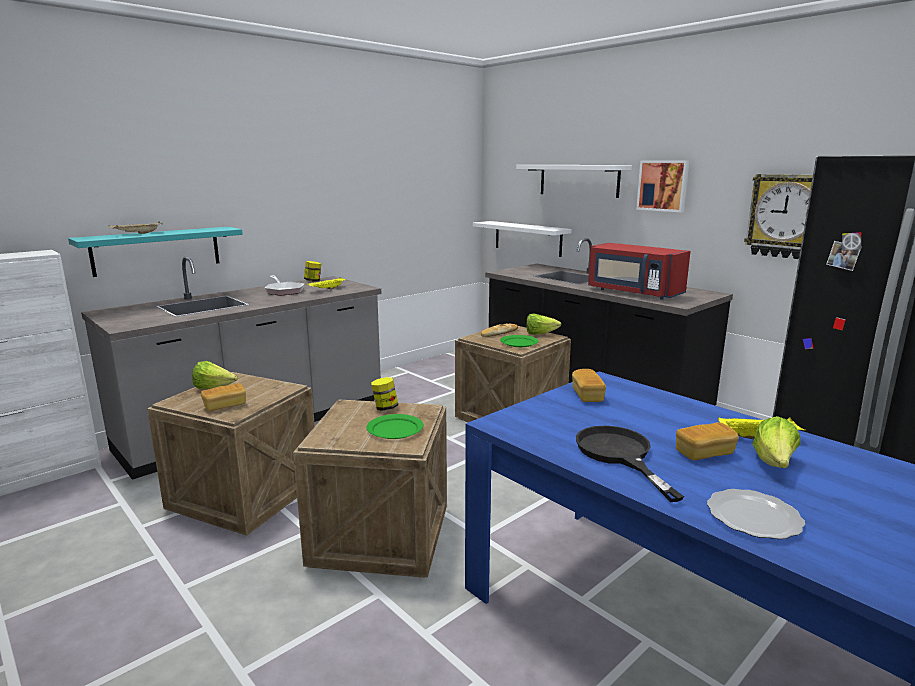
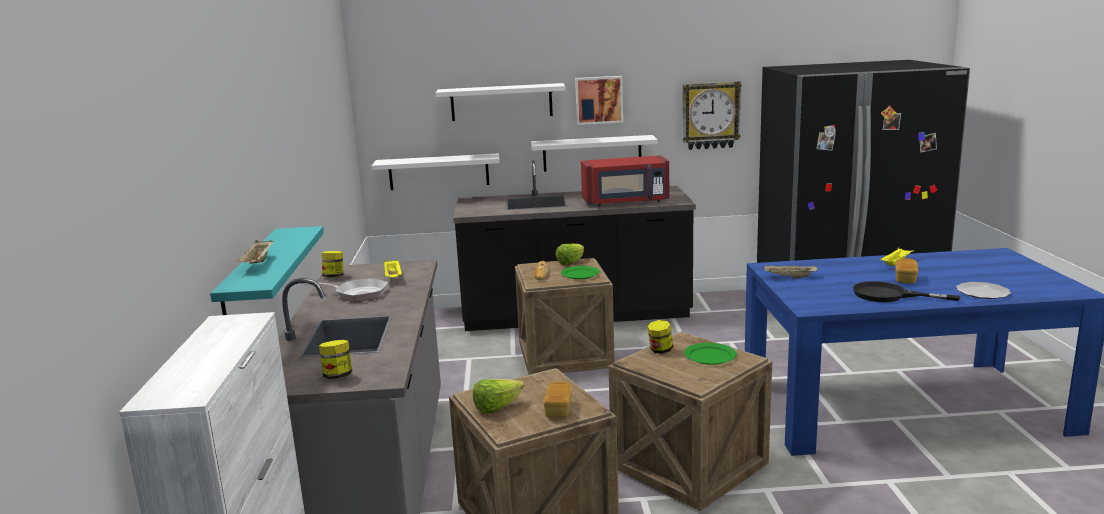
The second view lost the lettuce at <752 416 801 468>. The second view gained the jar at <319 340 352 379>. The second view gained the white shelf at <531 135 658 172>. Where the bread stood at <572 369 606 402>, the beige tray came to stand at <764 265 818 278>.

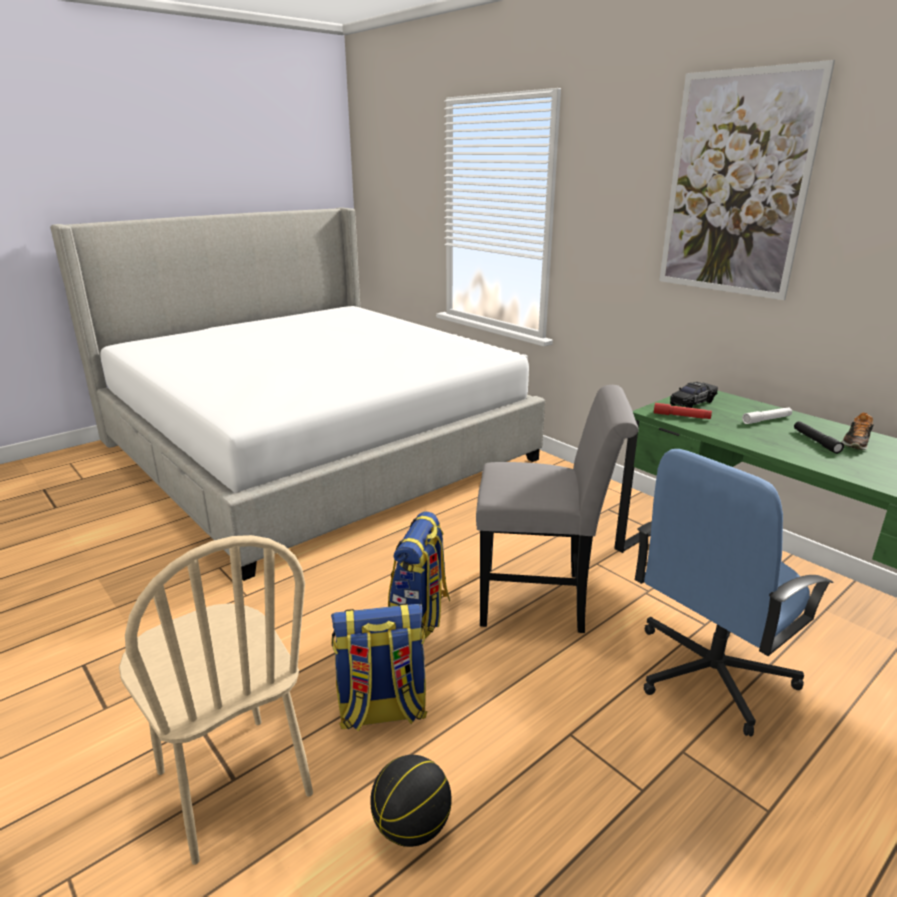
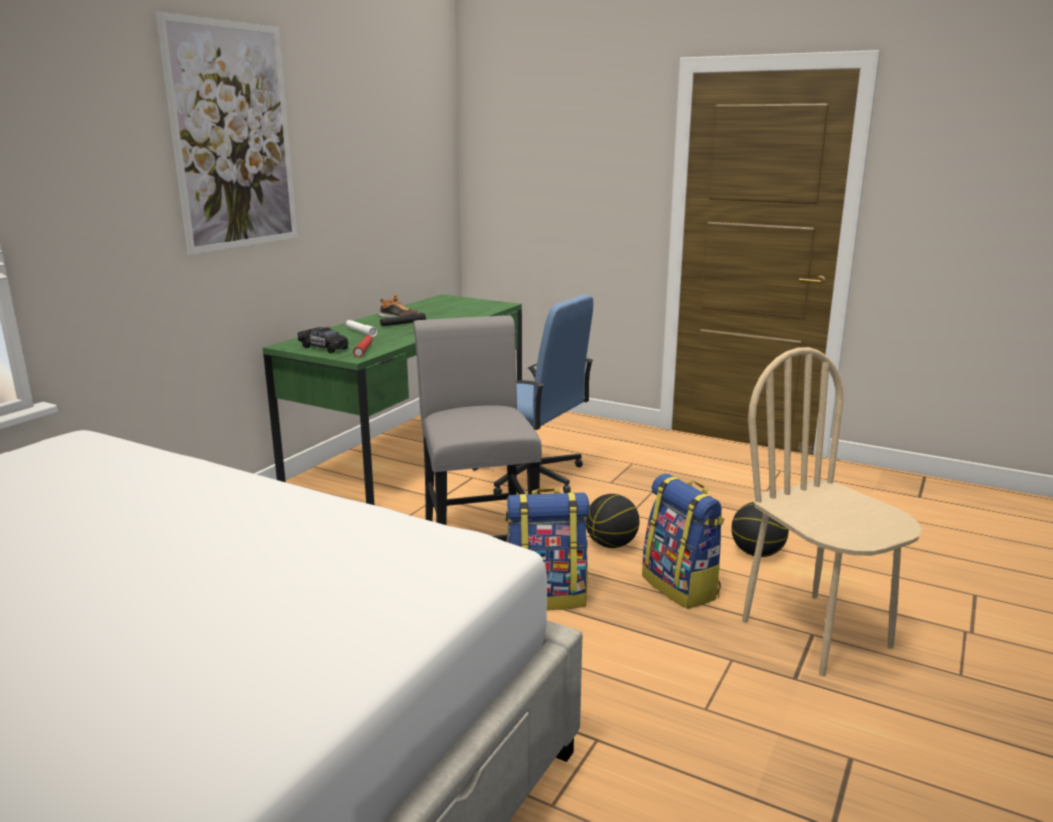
The second view gained the basketball at <585 494 640 548>. The beige chair at <119 535 313 865> ended up facing another way, 60 degrees counterclockwise from before.

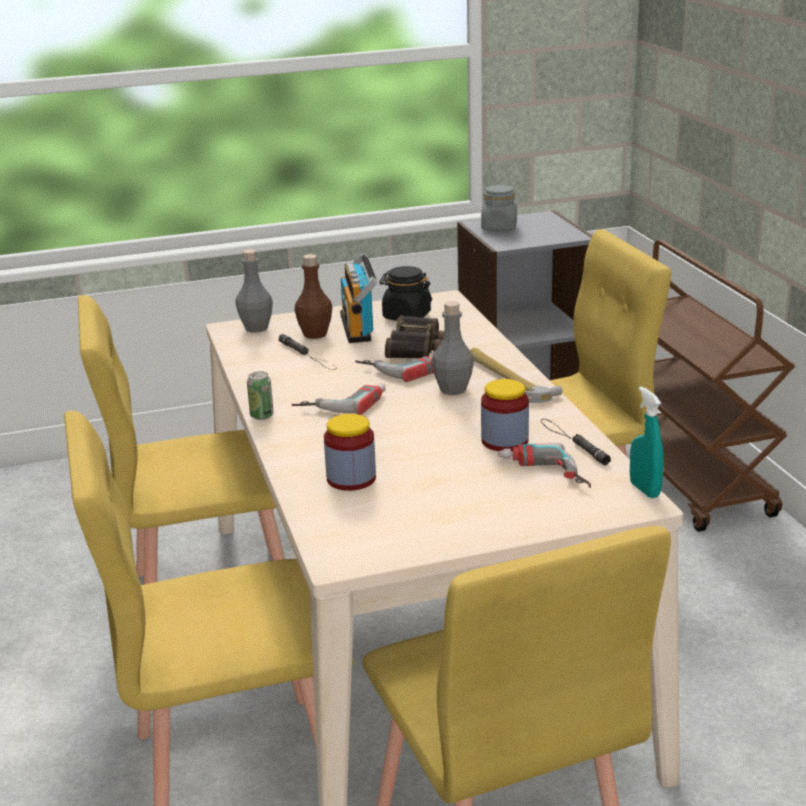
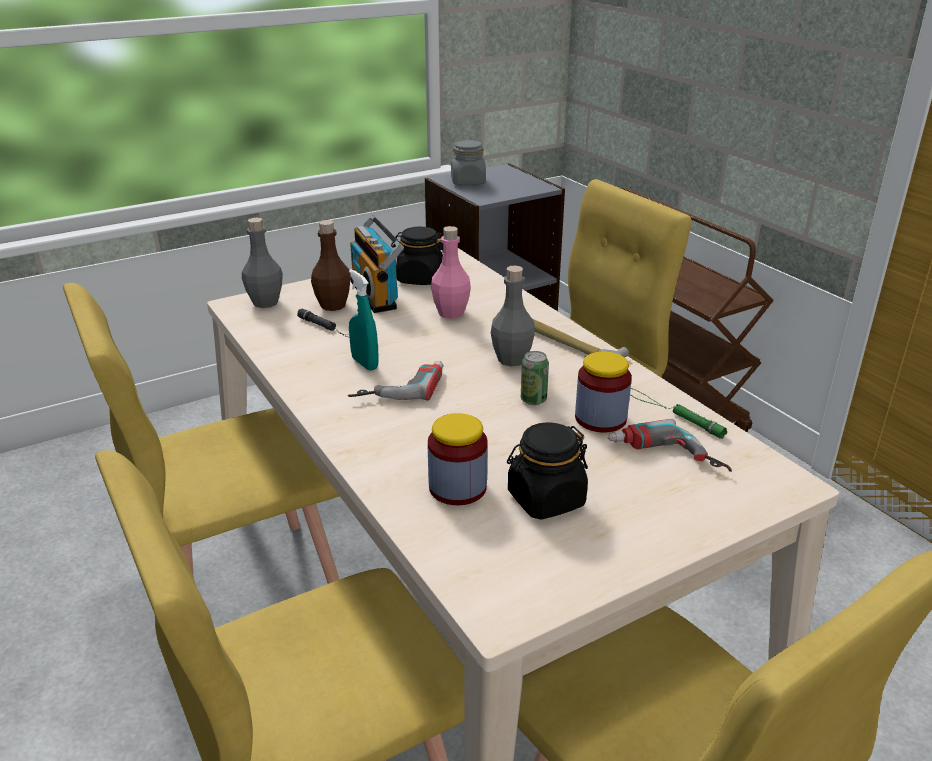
The second view lost the power drill at <355 356 434 382>. The second view gained the black jar at <507 422 588 519>. The can ended up elsewhere, having gone from <247 371 274 420> to <521 351 549 405>. The turquoise spray bottle ended up elsewhere, having gone from <630 386 664 498> to <349 269 379 371>. Where the binoculars stood at <385 315 444 358>, the pink bottle came to stand at <431 226 471 319>. What was the black flashlight at <541 419 611 466> turned into the green flashlight at <630 388 727 439>.

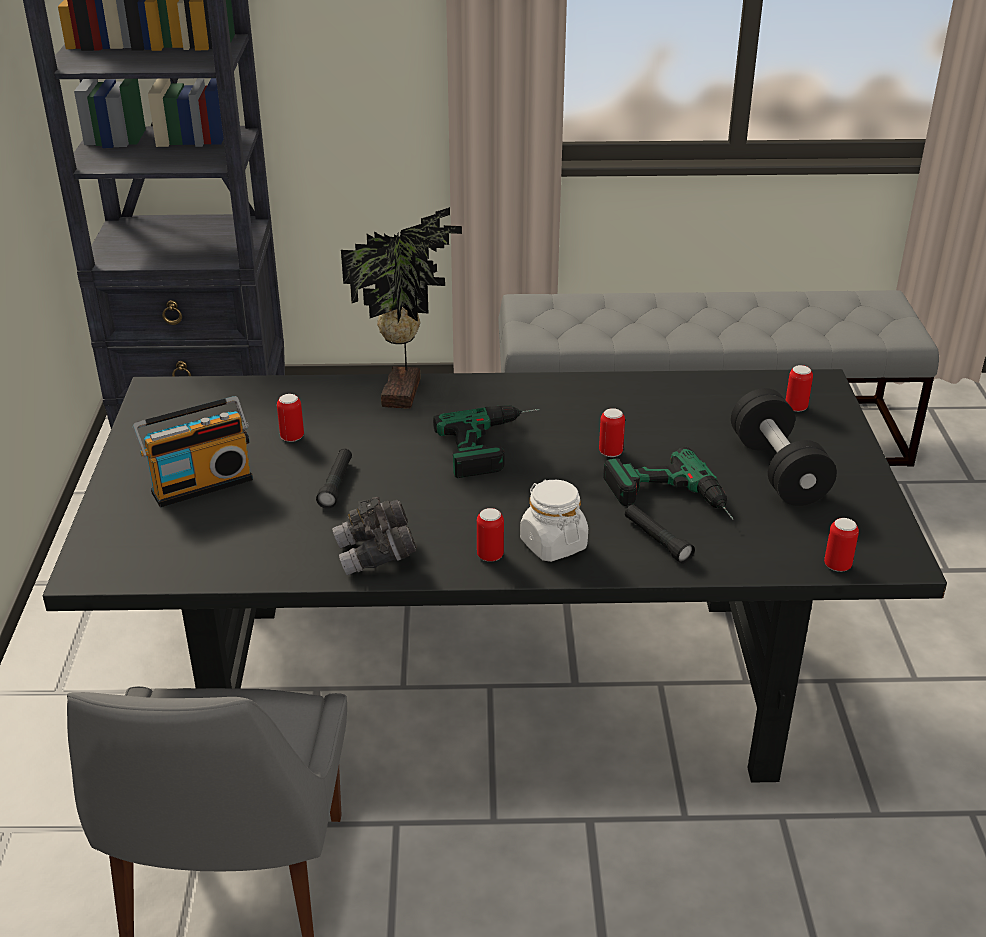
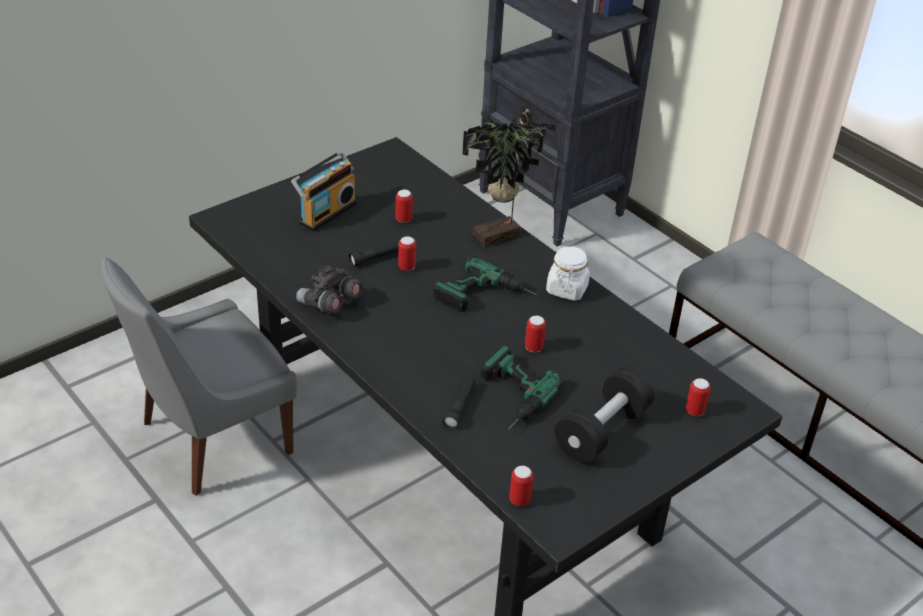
The can ended up elsewhere, having gone from <477 508 504 562> to <398 236 416 271>. The white jar ended up elsewhere, having gone from <520 480 588 562> to <546 246 590 301>. The radio at <133 396 253 507> ended up facing another way, 75 degrees counterclockwise from before.

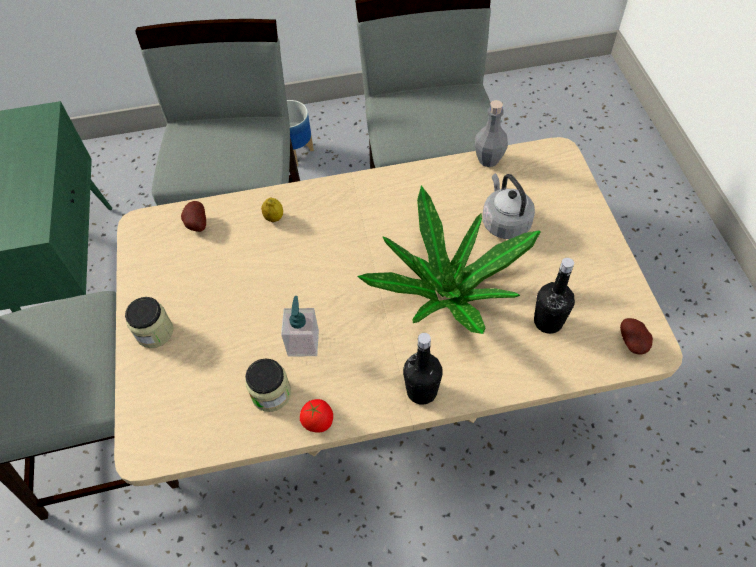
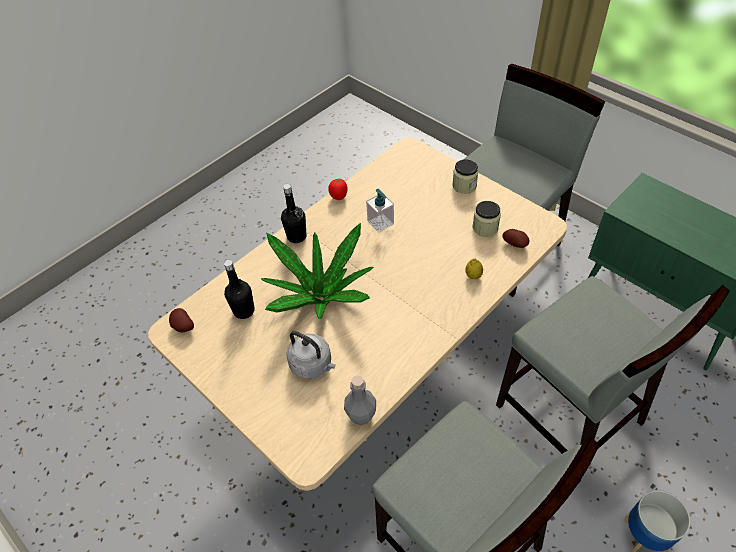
The jar ended up elsewhere, having gone from <245 359 291 412> to <473 201 501 237>.

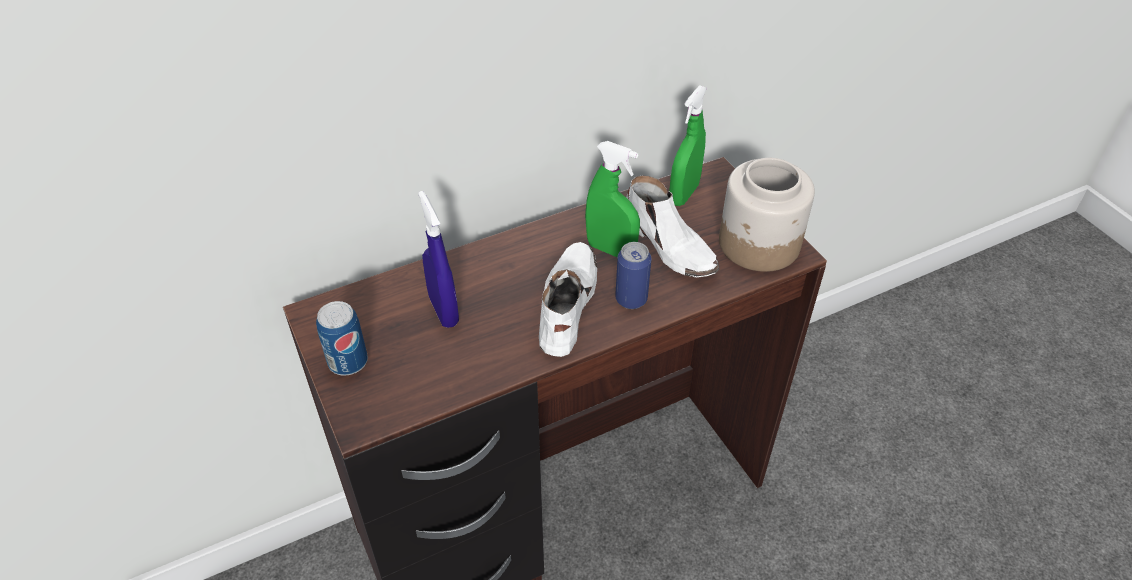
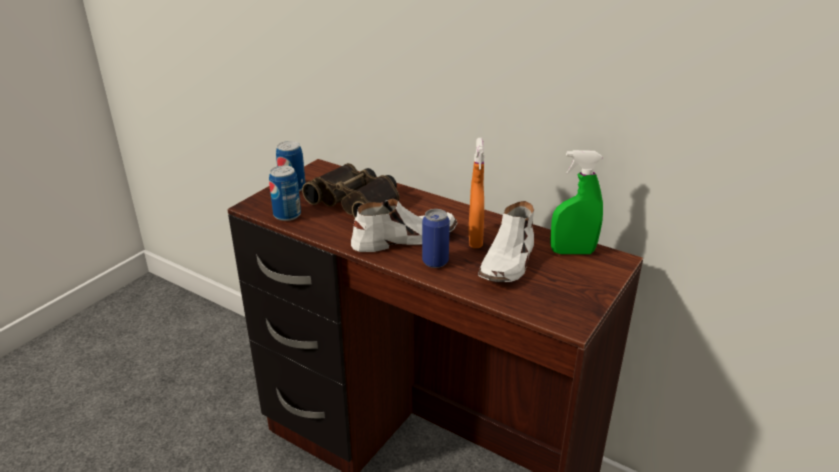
The second view lost the jar at <719 158 815 272>. The second view gained the can at <269 165 301 221>. Where the blue spray bottle stood at <418 191 459 328>, the binoculars came to stand at <302 163 399 218>. What was the green spray bottle at <585 141 640 258> turned into the orange spray bottle at <469 138 484 248>.

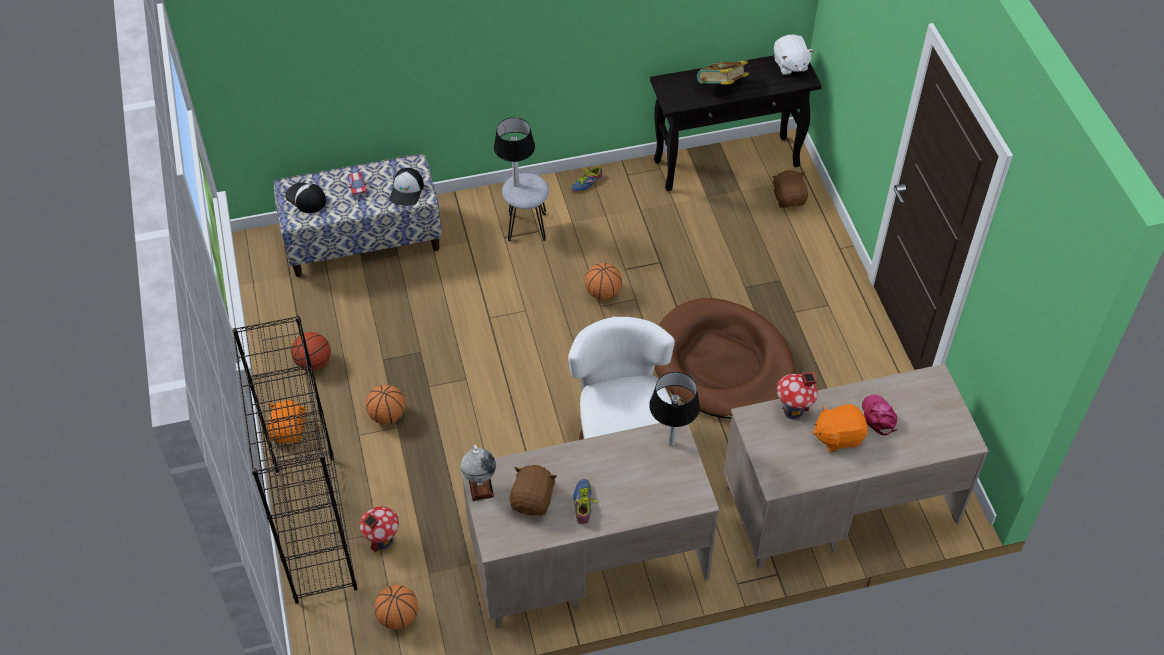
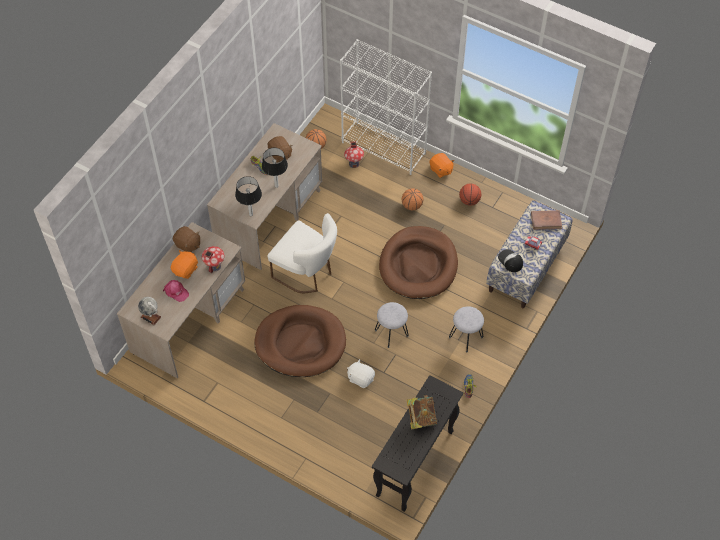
The second view gained the brown dog bed at <379 226 458 299>. The globe ended up elsewhere, having gone from <461 445 496 501> to <138 297 161 325>. The table lamp ended up elsewhere, having gone from <494 117 535 187> to <262 148 288 188>. The brown plush toy ended up elsewhere, having gone from <772 170 808 208> to <173 226 200 252>. The white plush toy ended up elsewhere, having gone from <774 34 814 75> to <347 359 375 388>. Where the cap stood at <285 182 326 213>, the brown book came to stand at <531 210 562 230>. Where the basketball stood at <585 263 622 300>, the grey stool came to stand at <375 302 409 348>. What was the black bookcase at <232 316 358 604> turned into the white bookcase at <340 39 432 175>.

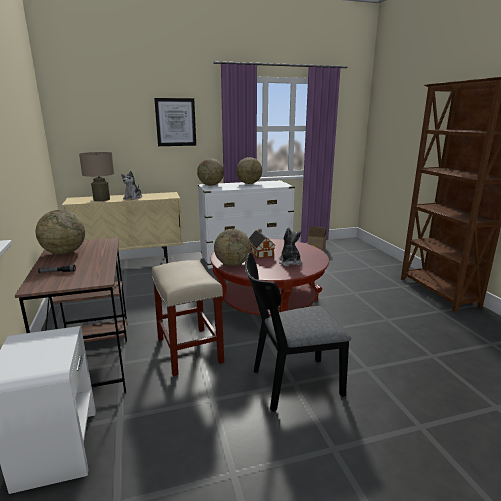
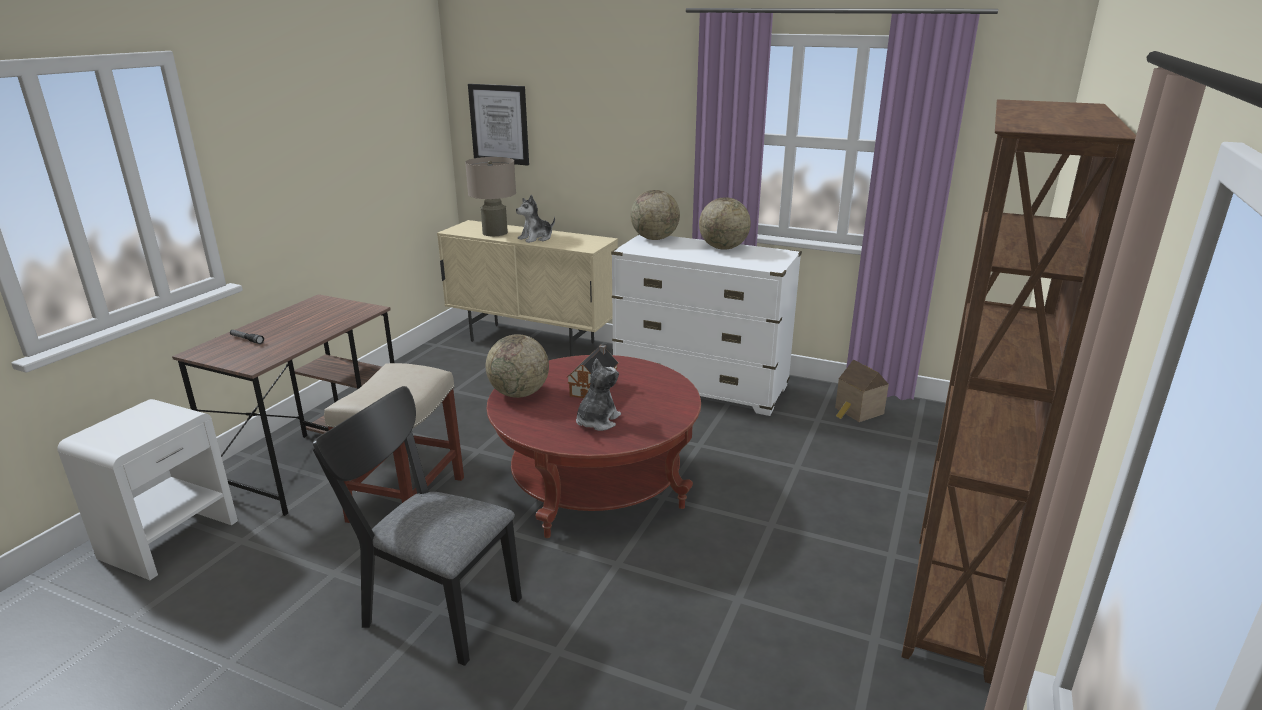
The second view lost the globe at <36 210 85 255>. The picture ended up elsewhere, having gone from <154 98 196 146> to <468 84 529 166>.

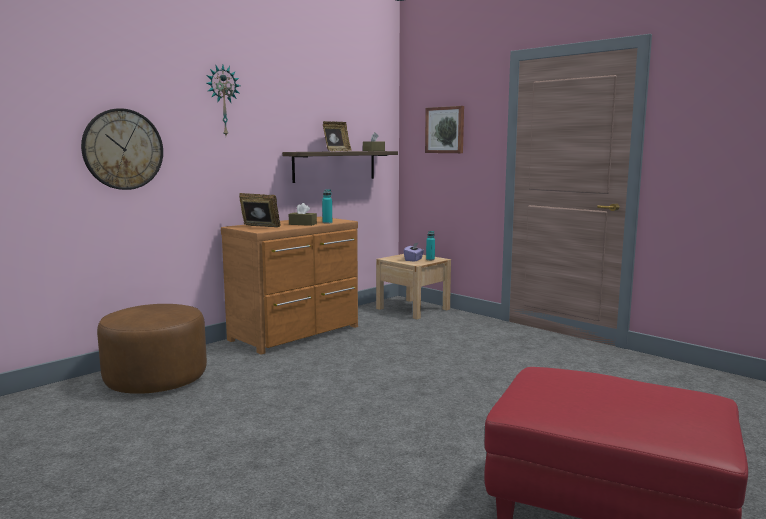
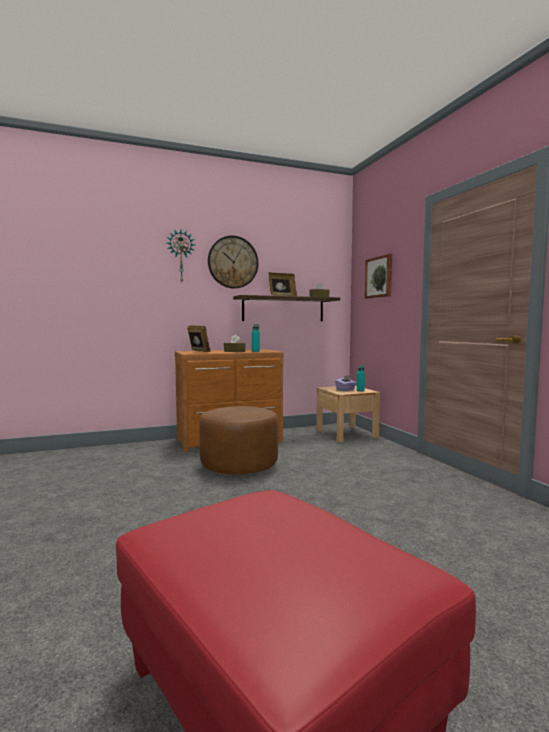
The wall clock ended up elsewhere, having gone from <81 108 163 190> to <208 236 258 289>. The brown ottoman ended up elsewhere, having gone from <97 304 207 394> to <199 406 278 474>.

